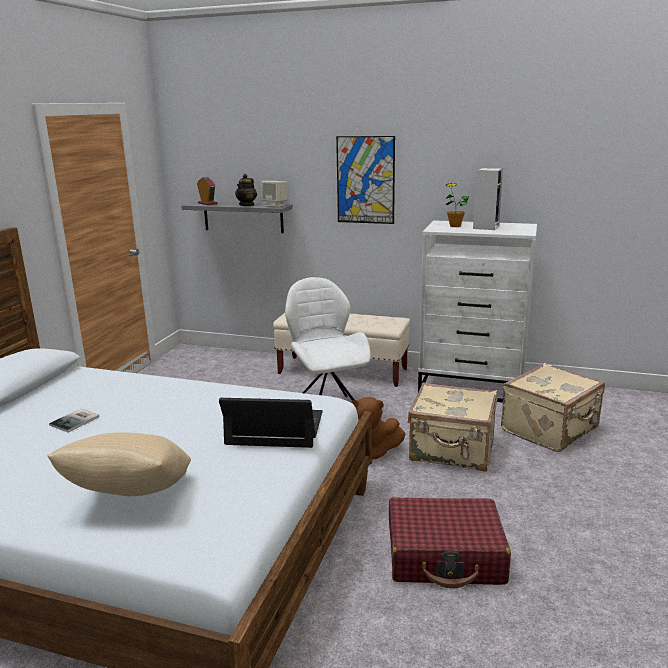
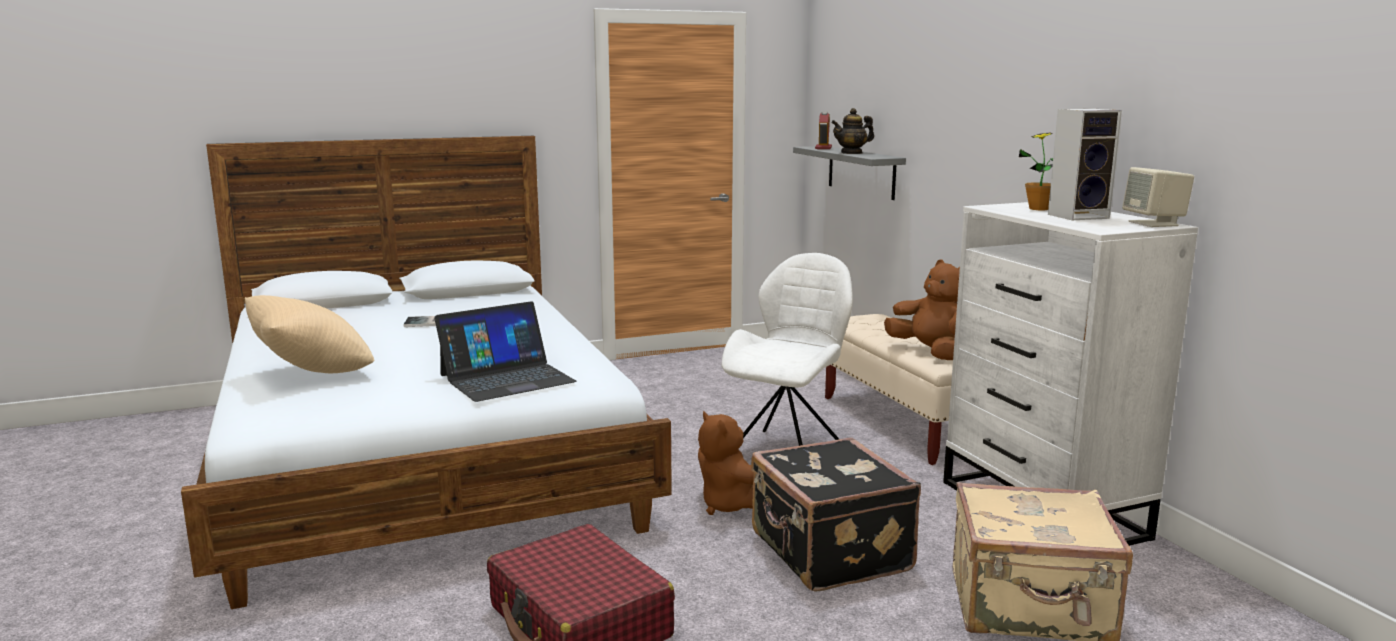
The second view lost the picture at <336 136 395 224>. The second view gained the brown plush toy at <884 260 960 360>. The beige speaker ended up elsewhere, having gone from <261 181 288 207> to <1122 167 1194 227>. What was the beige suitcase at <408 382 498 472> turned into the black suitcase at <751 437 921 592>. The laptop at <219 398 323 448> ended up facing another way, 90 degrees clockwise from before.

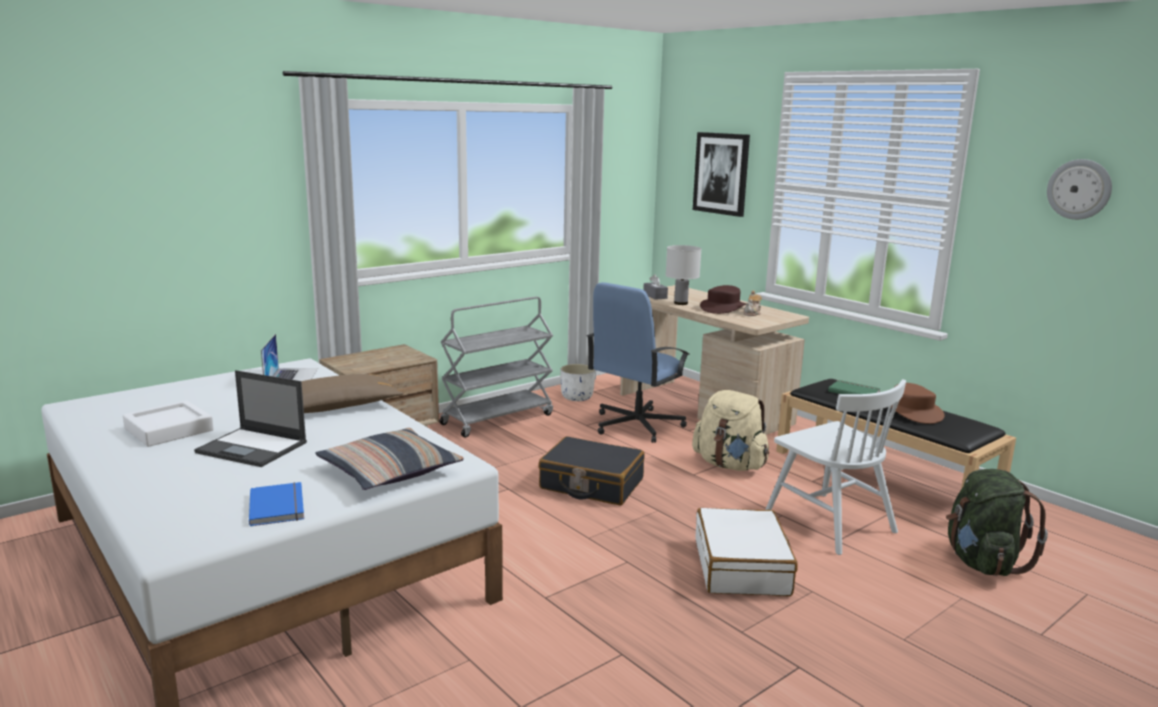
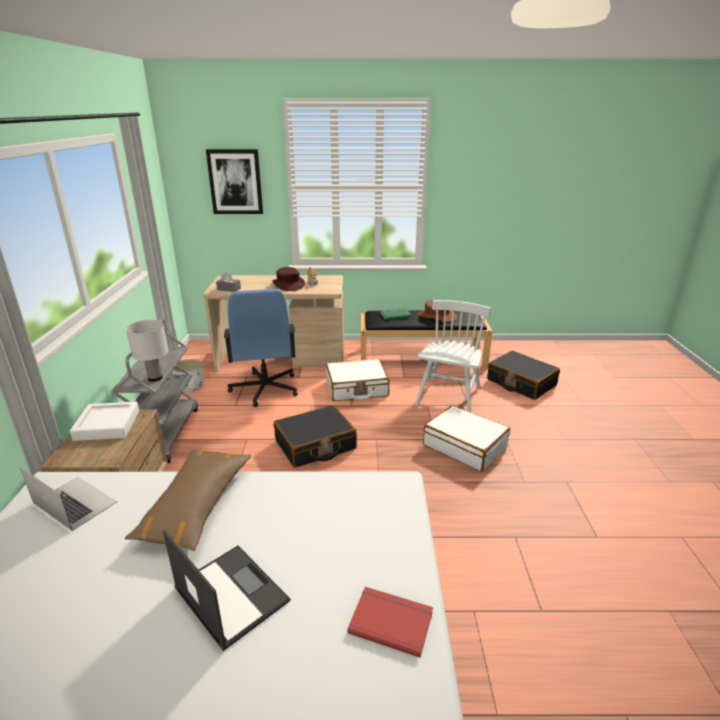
The second view lost the pillow at <315 428 464 490>. The second view lost the wall clock at <1047 159 1112 220>. The white tray ended up elsewhere, having gone from <123 400 214 447> to <70 402 139 441>. The white table lamp ended up elsewhere, having gone from <666 245 701 305> to <126 320 169 382>. Where the beige backpack stood at <692 390 769 471>, the white suitcase came to stand at <326 359 389 401>. Where the green backpack stood at <946 469 1048 576>, the black suitcase came to stand at <487 351 560 400>. What was the blue book at <249 482 304 526> turned into the red book at <347 587 433 658>. The laptop at <194 370 307 467> ended up facing another way, 105 degrees counterclockwise from before. The white chair at <765 379 906 555> ended up facing another way, 75 degrees counterclockwise from before.

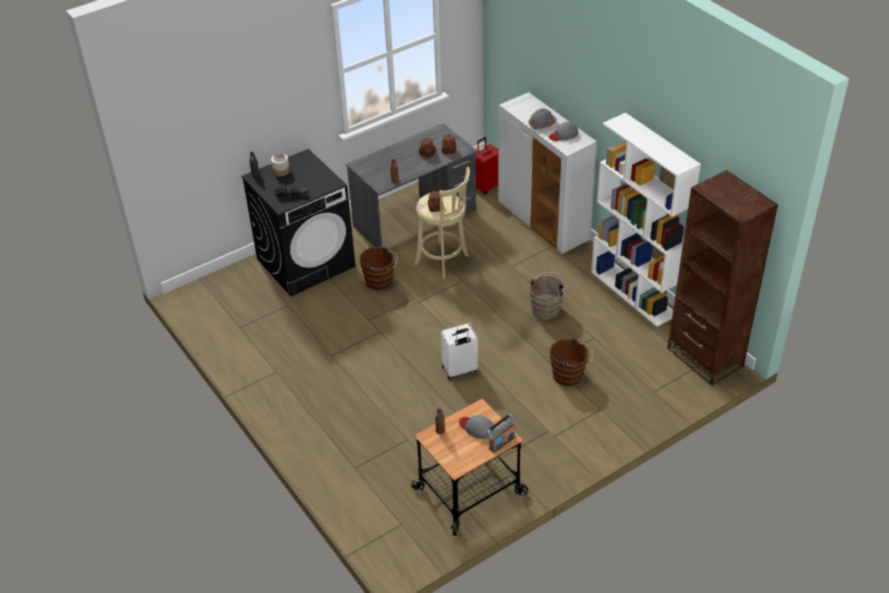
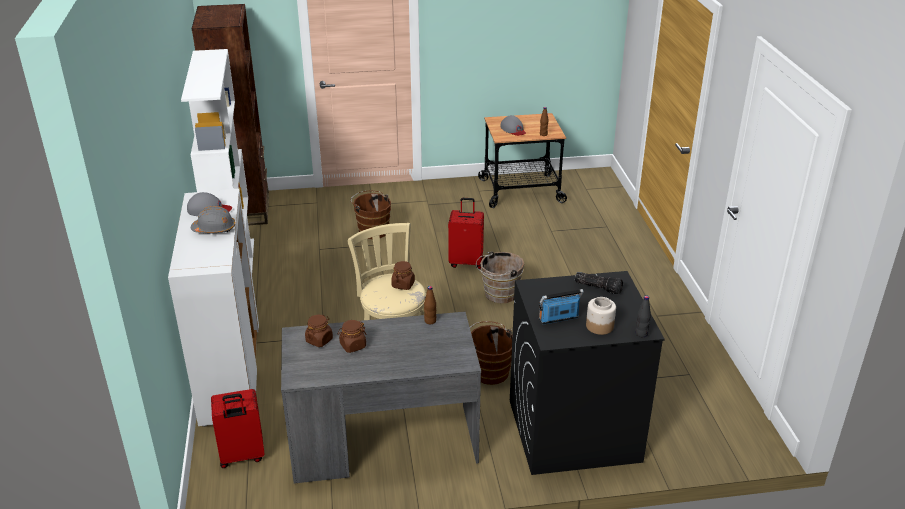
The radio ended up elsewhere, having gone from <487 414 516 453> to <539 289 584 325>. The brown bucket ended up elsewhere, having gone from <529 272 568 320> to <476 251 524 303>. What was the white suitcase at <441 323 478 380> turned into the red suitcase at <448 198 484 269>.

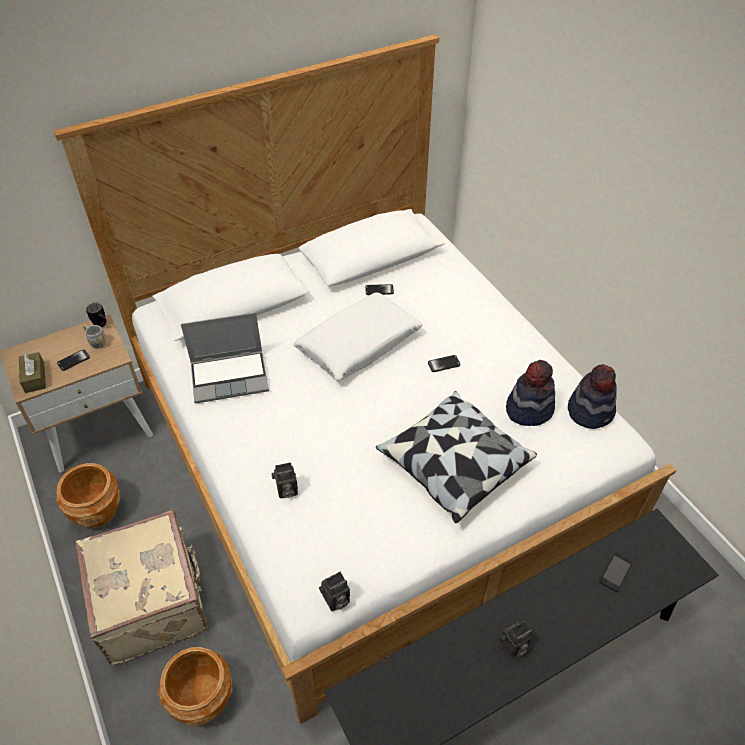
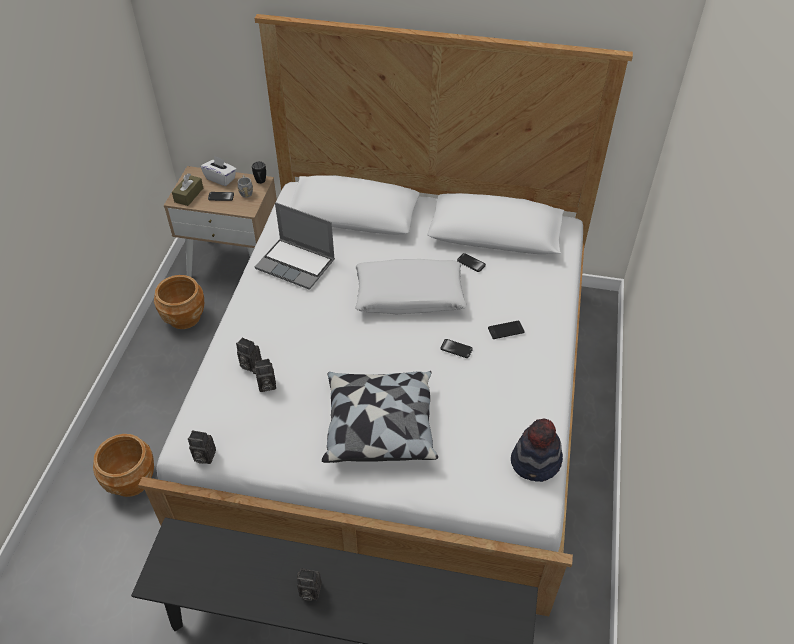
The second view lost the beige suitcase at <76 510 208 665>. The second view lost the hat at <506 360 555 426>. The second view gained the white tissue box at <201 156 237 186>. The second view gained the photo camera at <252 359 276 392>. The phone ended up elsewhere, having gone from <599 552 633 592> to <488 321 525 339>.

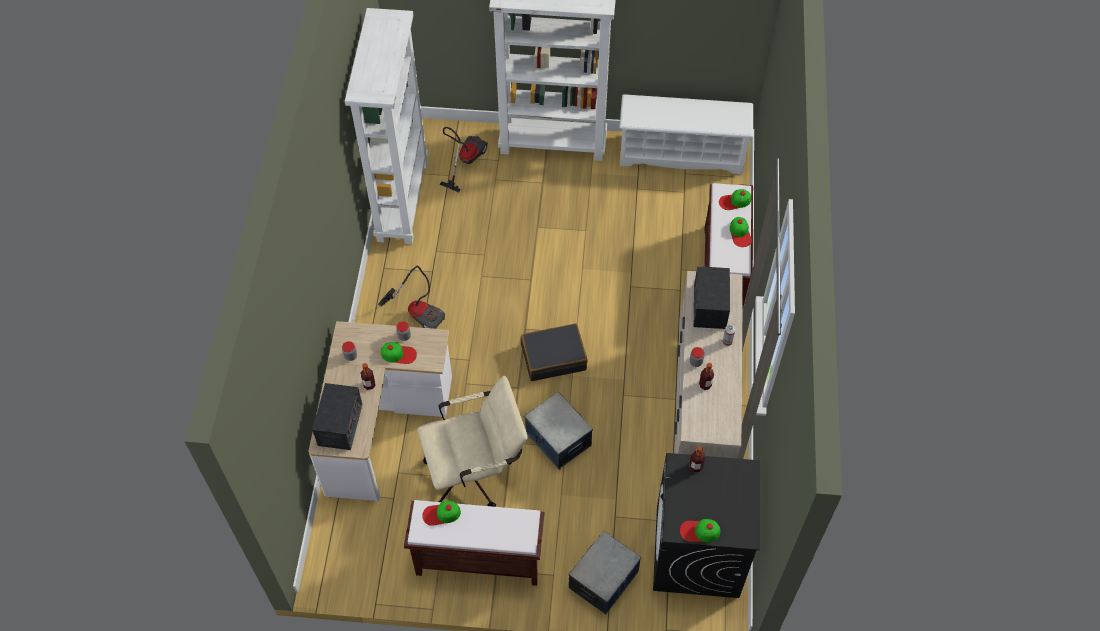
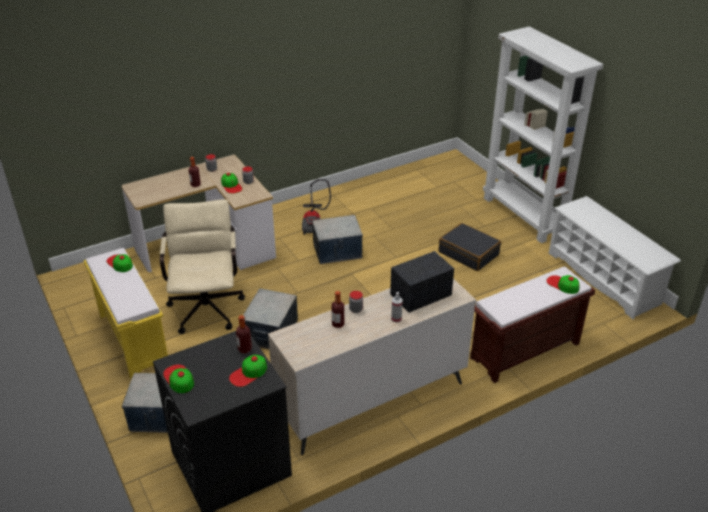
The second view lost the radio at <312 383 362 450>. The second view lost the white bookcase at <345 8 428 244>. The second view lost the vacuum cleaner at <439 127 488 192>. The second view gained the storage box at <312 215 363 264>. The black suitcase ended up elsewhere, having gone from <521 323 588 381> to <439 223 501 271>. The cap ended up elsewhere, having gone from <730 217 752 247> to <229 355 267 387>. What was the brown bench at <404 500 545 586> turned into the yellow bench at <83 248 168 379>. The beige office chair at <418 376 528 507> ended up facing another way, 135 degrees counterclockwise from before.

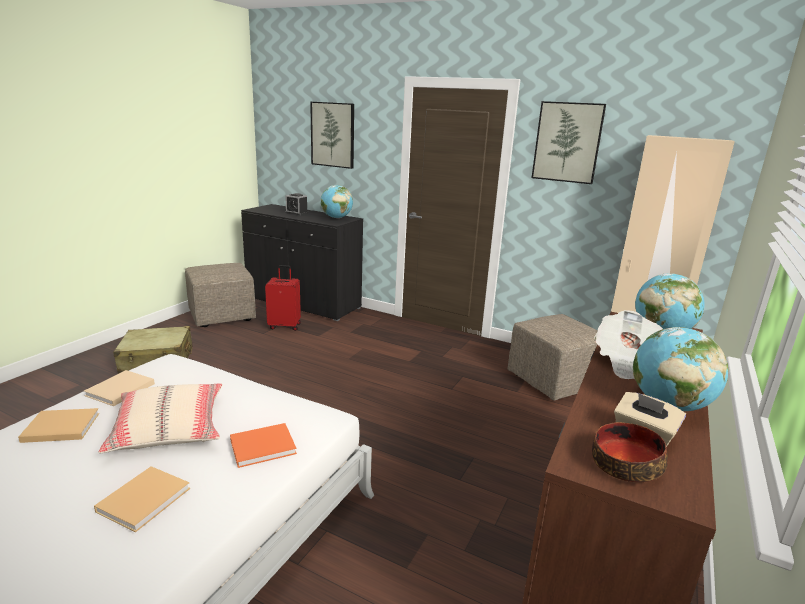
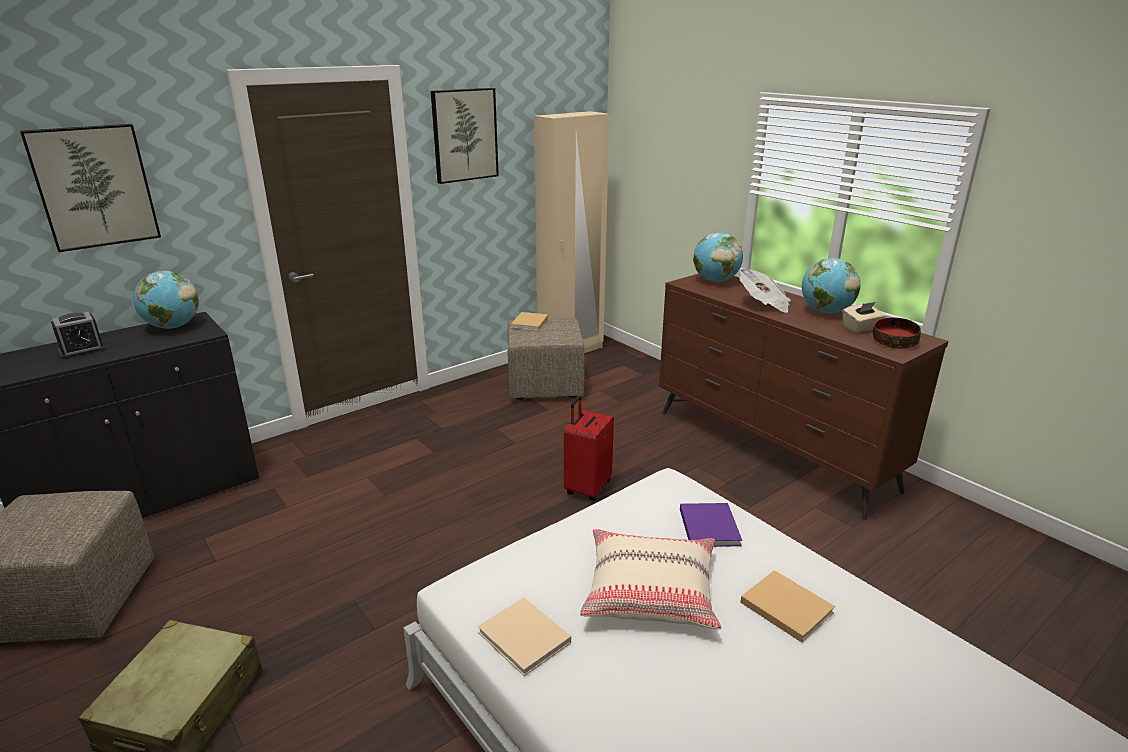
The beige book ended up elsewhere, having gone from <18 408 99 443> to <511 312 548 331>. The red suitcase ended up elsewhere, having gone from <265 265 301 331> to <564 396 614 501>. What was the orange book at <230 423 297 468> turned into the purple book at <680 503 742 547>.

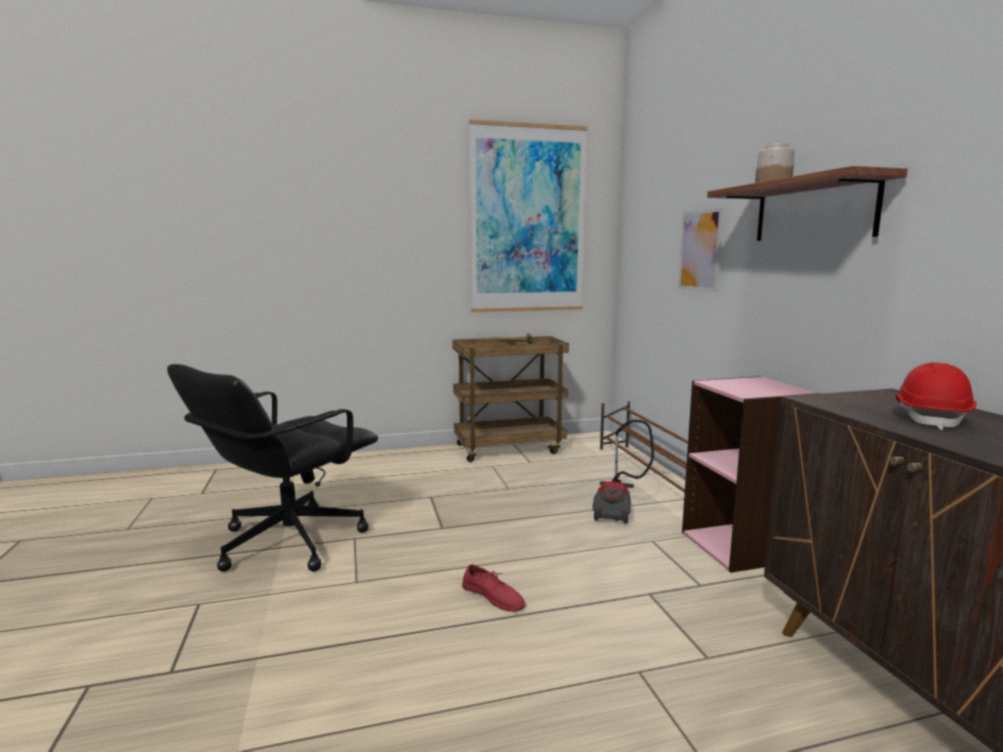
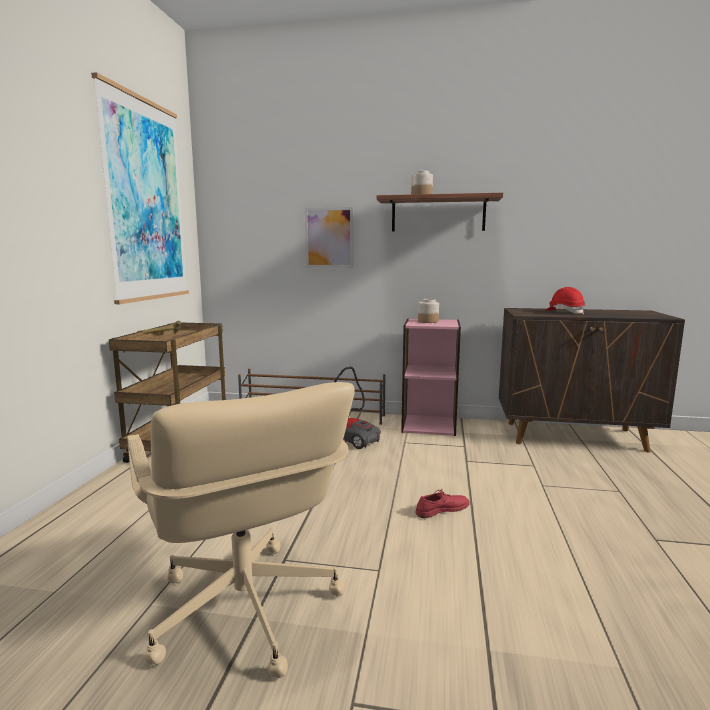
The second view gained the jar at <418 299 439 323>. What was the black office chair at <167 364 378 572> turned into the beige office chair at <127 382 355 678>.

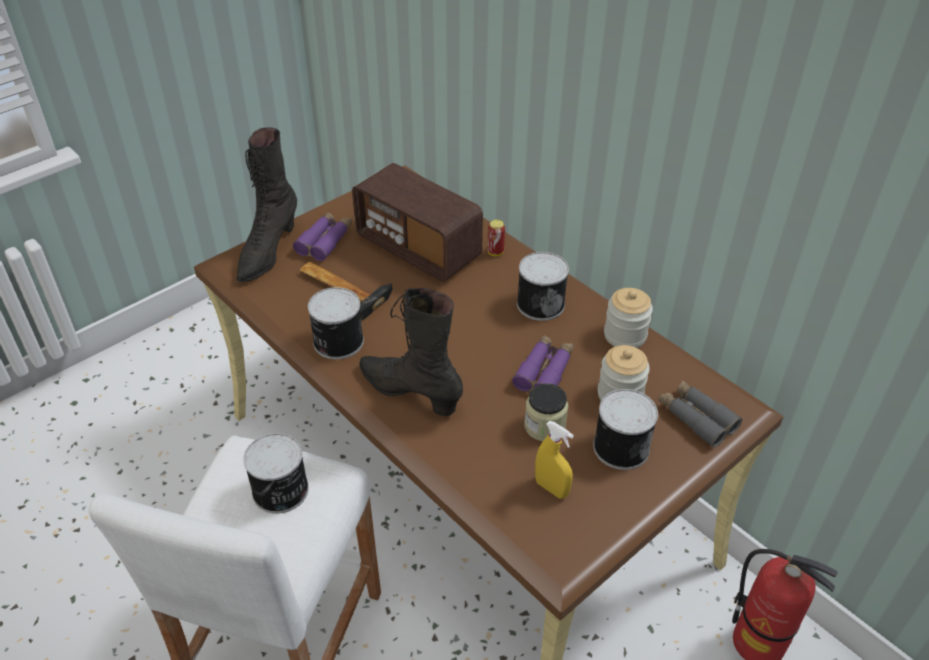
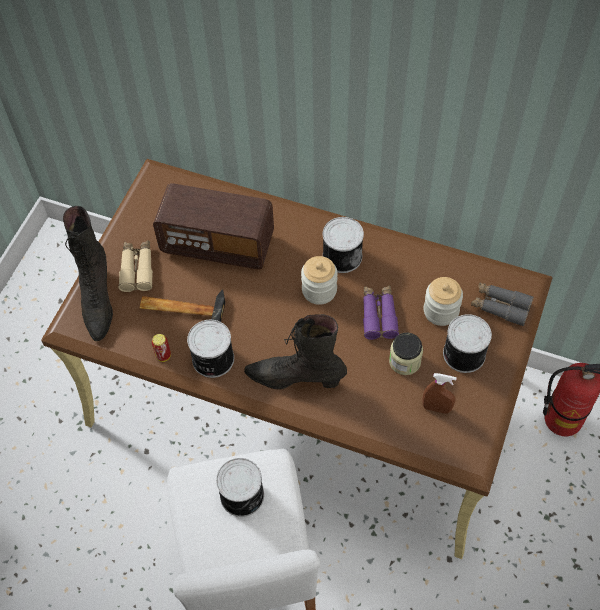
The can ended up elsewhere, having gone from <487 220 505 256> to <152 334 171 362>. The jar ended up elsewhere, having gone from <604 288 653 348> to <301 256 338 305>. What was the purple binoculars at <293 212 352 261> turned into the beige binoculars at <118 240 153 292>. What was the yellow spray bottle at <535 421 574 499> turned into the brown spray bottle at <422 373 457 414>.

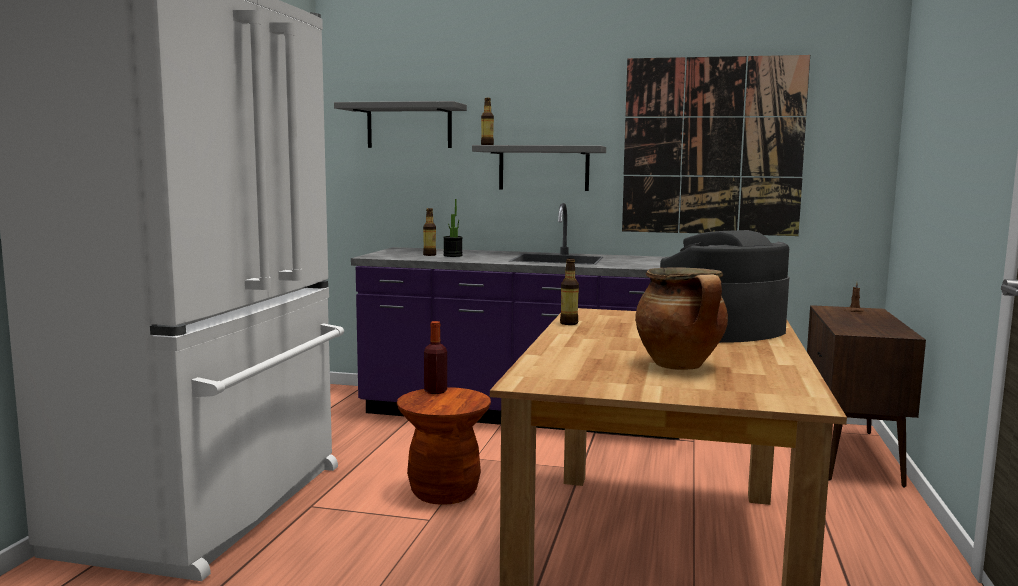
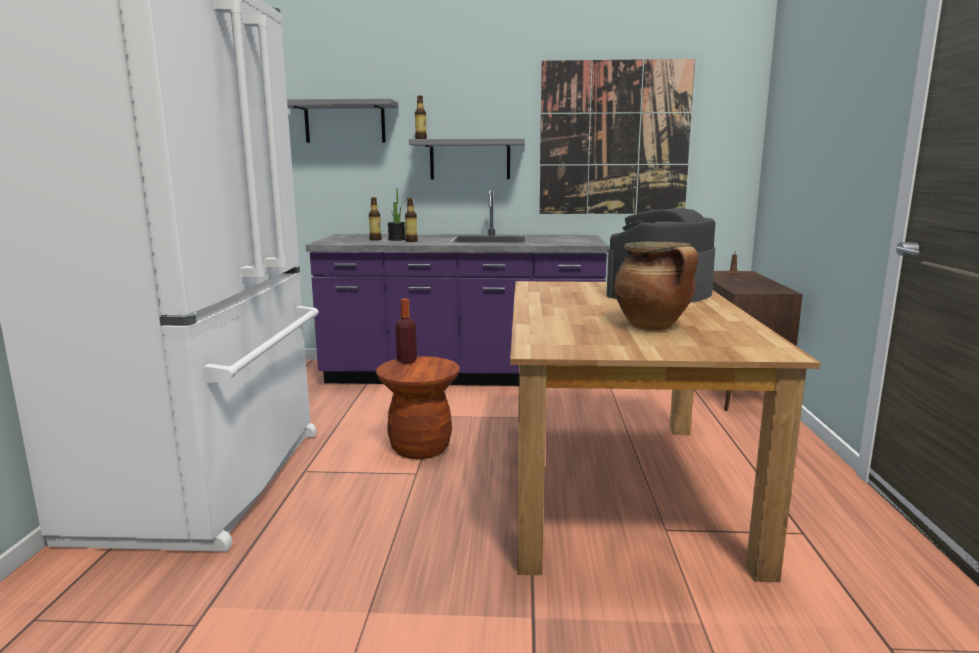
The bottle ended up elsewhere, having gone from <560 258 579 325> to <405 198 418 242>.

